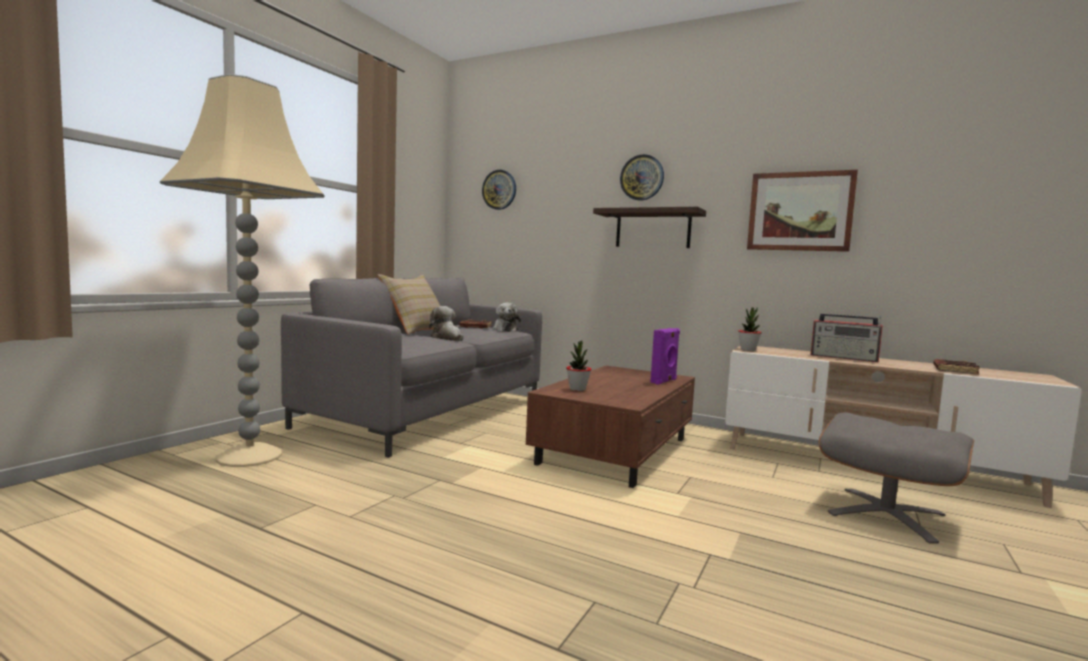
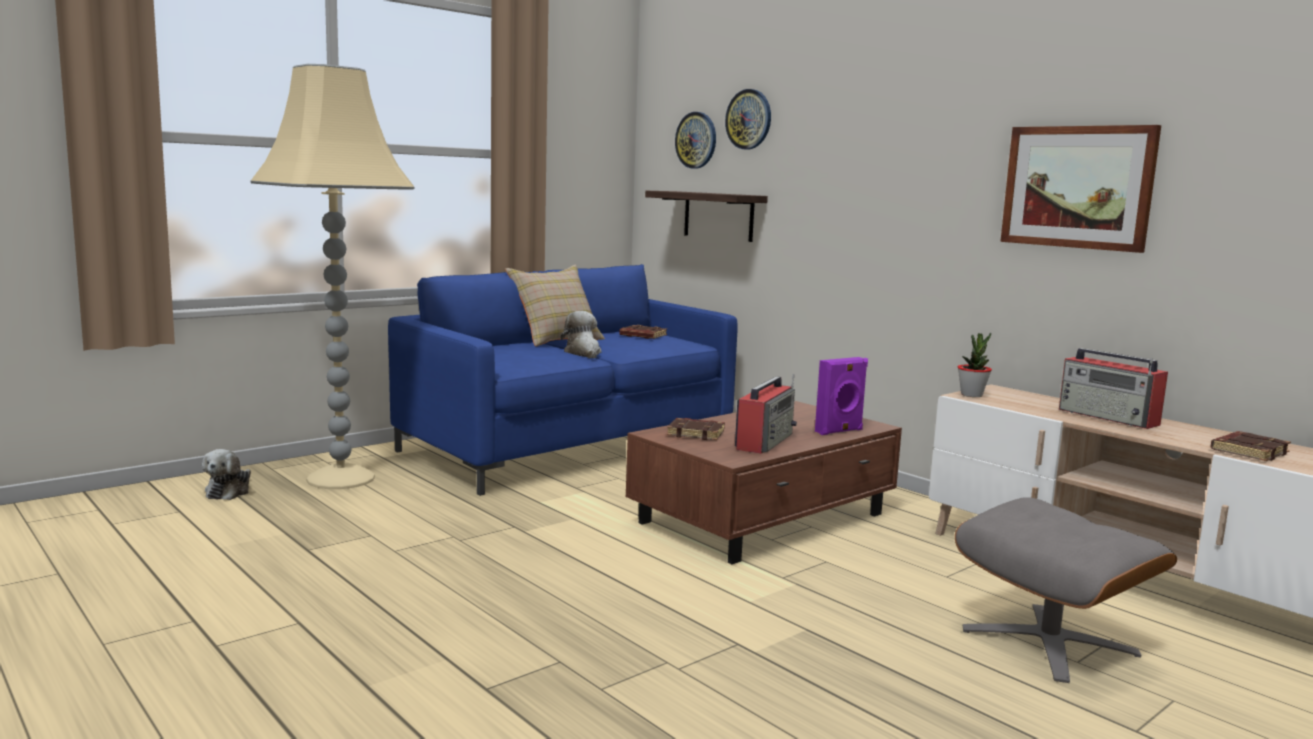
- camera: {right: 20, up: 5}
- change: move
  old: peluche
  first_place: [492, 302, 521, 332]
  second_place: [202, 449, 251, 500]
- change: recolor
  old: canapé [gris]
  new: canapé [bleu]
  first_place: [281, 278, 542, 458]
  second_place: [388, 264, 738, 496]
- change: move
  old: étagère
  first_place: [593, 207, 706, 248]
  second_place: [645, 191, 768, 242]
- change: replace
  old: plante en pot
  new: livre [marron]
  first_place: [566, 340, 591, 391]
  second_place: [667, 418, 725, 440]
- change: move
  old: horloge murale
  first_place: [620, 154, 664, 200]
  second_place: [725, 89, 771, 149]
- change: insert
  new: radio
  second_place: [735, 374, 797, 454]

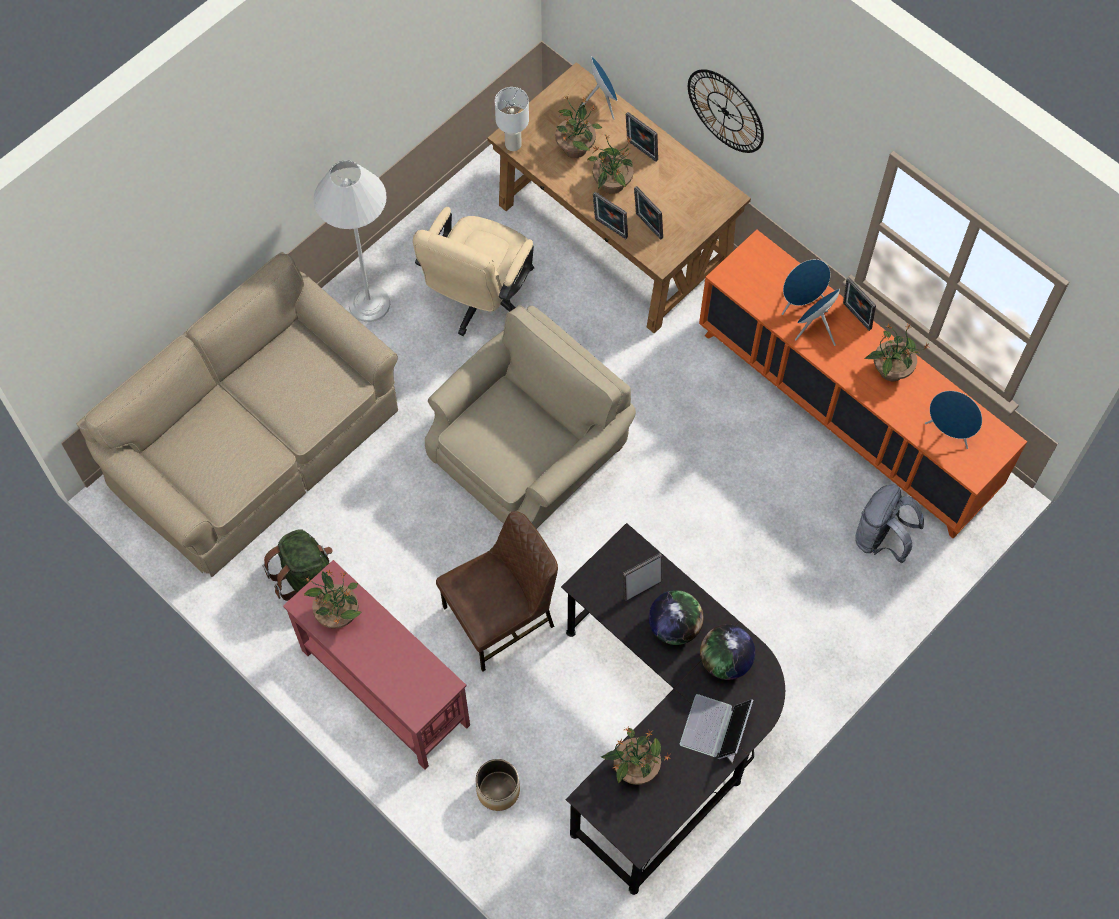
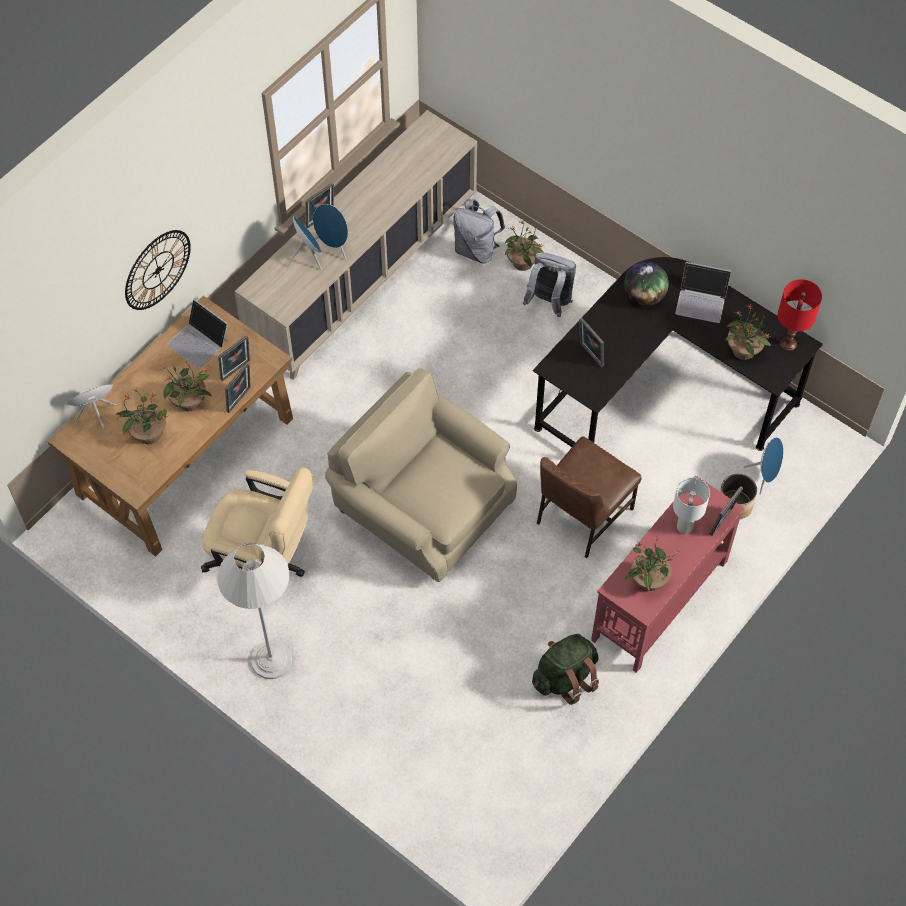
- camera: {right: -95, up: -5}
- change: insert
  new: ordinateur portable
  second_place: [167, 299, 230, 368]
- change: recolor
  old: meuble de rangement [orange]
  new: meuble de rangement [beige]
  first_place: [699, 229, 1027, 539]
  second_place: [235, 110, 477, 380]
- change: move
  old: plante en pot
  first_place: [864, 323, 929, 382]
  second_place: [505, 220, 544, 271]
- change: insert
  new: sac à dos [gris]
  second_place: [523, 252, 576, 317]
- change: rotate
  old: chaise [marron]
  first_place: [436, 511, 558, 672]
  second_place: [537, 436, 642, 558]
  degrees: -105
- change: move
  old: lampe de table [blanc]
  first_place: [495, 87, 529, 151]
  second_place: [673, 477, 710, 534]
- change: move
  old: cadre photo
  first_place: [626, 112, 658, 162]
  second_place: [710, 486, 743, 535]
- change: move
  old: enceinte [bleu]
  first_place: [925, 391, 982, 449]
  second_place: [744, 437, 783, 495]
- change: insert
  new: lampe de table [rouge]
  second_place: [778, 279, 822, 351]
- change: delete
  old: canapé [beige]
  first_place: [77, 252, 398, 577]
- change: delete
  old: globe
  first_place: [649, 590, 704, 645]

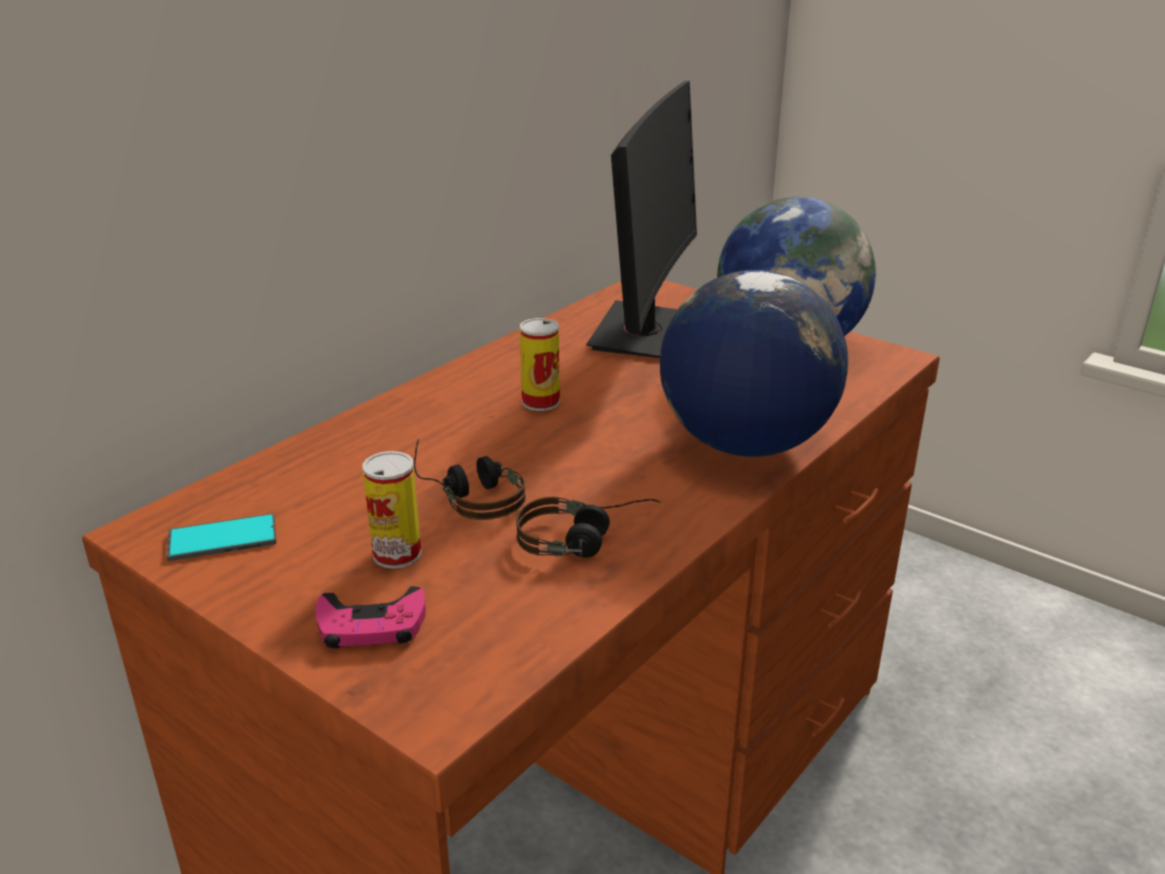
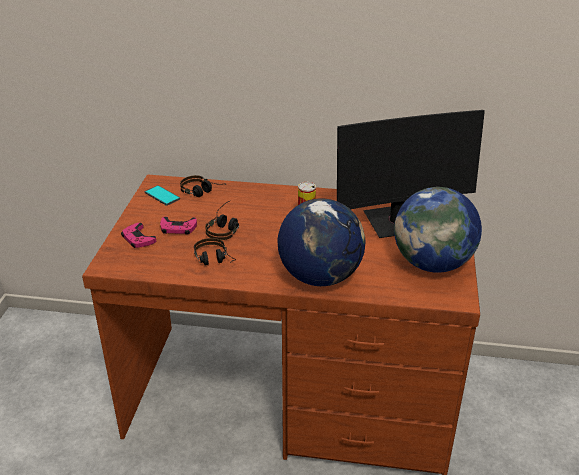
- camera: {right: 60, up: 5}
- change: replace
  old: boîte métallique
  new: manette [rose]
  first_place: [363, 451, 422, 569]
  second_place: [160, 217, 197, 234]
- change: insert
  new: casque audio
  second_place: [180, 175, 226, 197]

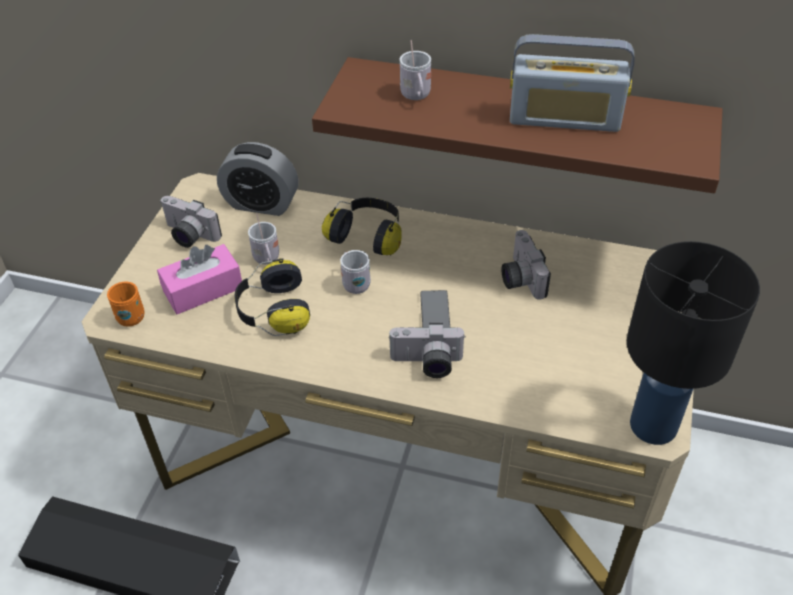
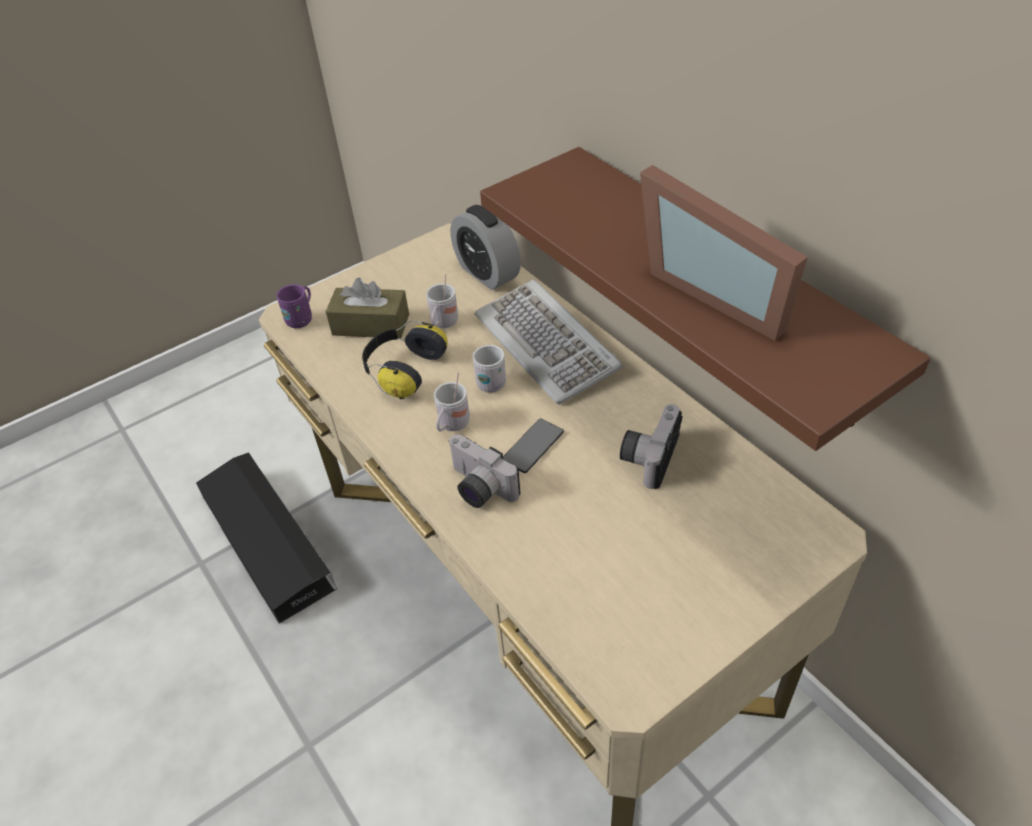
- camera: {right: 40, up: 0}
- change: recolor
  old: mug [orange]
  new: mug [violet]
  first_place: [107, 282, 144, 327]
  second_place: [276, 284, 312, 328]
- change: recolor
  old: boîte à mouchoirs [rose]
  new: boîte à mouchoirs [marron]
  first_place: [157, 244, 242, 314]
  second_place: [326, 278, 409, 338]
- change: move
  old: mug [blanc]
  first_place: [400, 40, 431, 100]
  second_place: [434, 373, 470, 431]
- change: replace
  old: casque audio
  new: clavier
  first_place: [322, 198, 402, 256]
  second_place: [475, 279, 623, 404]
- change: replace
  old: radio
  new: cadre photo
  first_place: [510, 34, 634, 132]
  second_place: [640, 165, 808, 341]
- change: delete
  old: appareil photo
  first_place: [161, 196, 222, 248]
- change: delete
  old: lampe de table [noir]
  first_place: [627, 241, 760, 445]

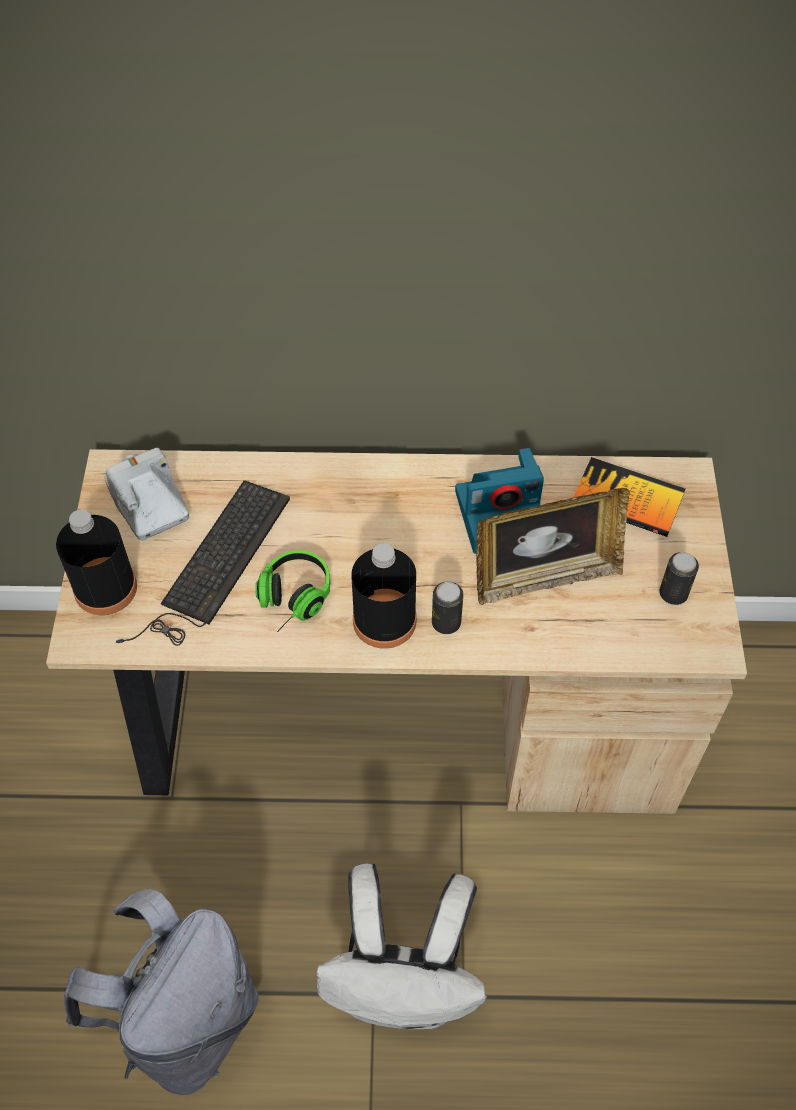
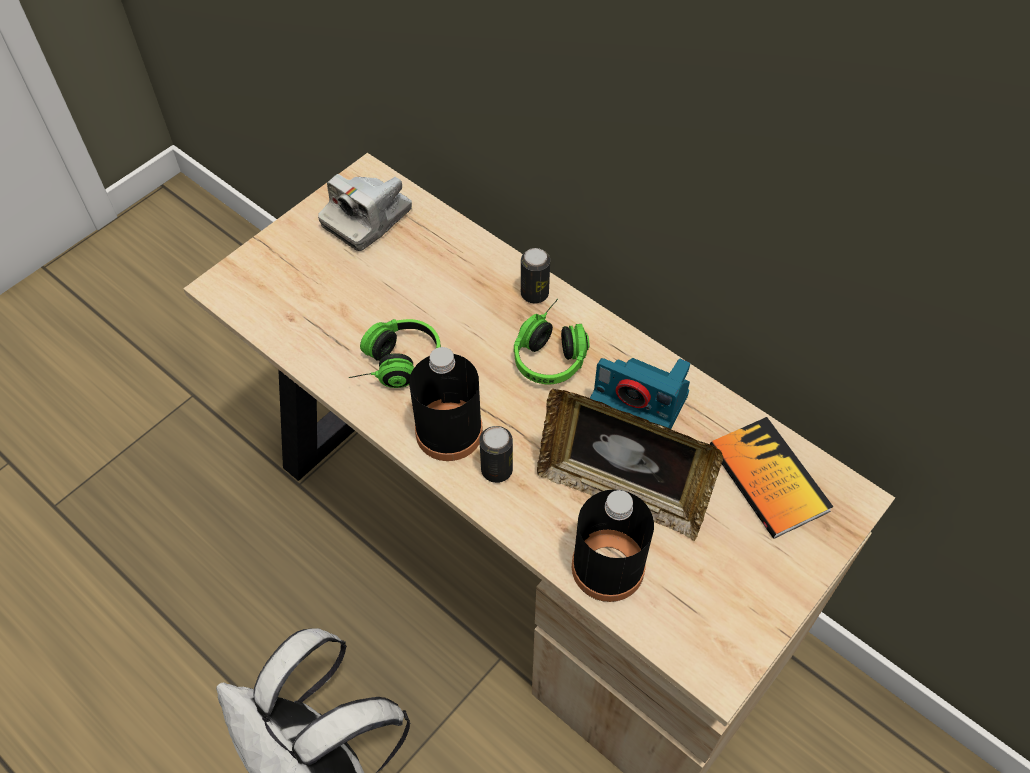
- camera: {right: 40, up: 0}
- change: rotate
  old: appareil photo
  first_place: [104, 448, 189, 540]
  second_place: [318, 174, 412, 251]
  degrees: -150
- change: insert
  new: casque audio
  second_place: [514, 299, 589, 384]
- change: move
  old: boîte métallique
  first_place: [659, 552, 699, 605]
  second_place: [521, 248, 550, 303]
- change: move
  old: bouteille [noir]
  first_place: [56, 509, 137, 615]
  second_place: [572, 489, 654, 602]
- change: delete
  old: sac à dos [gris]
  first_place: [64, 889, 259, 1095]
- change: delete
  old: clavier
  first_place: [116, 480, 290, 646]

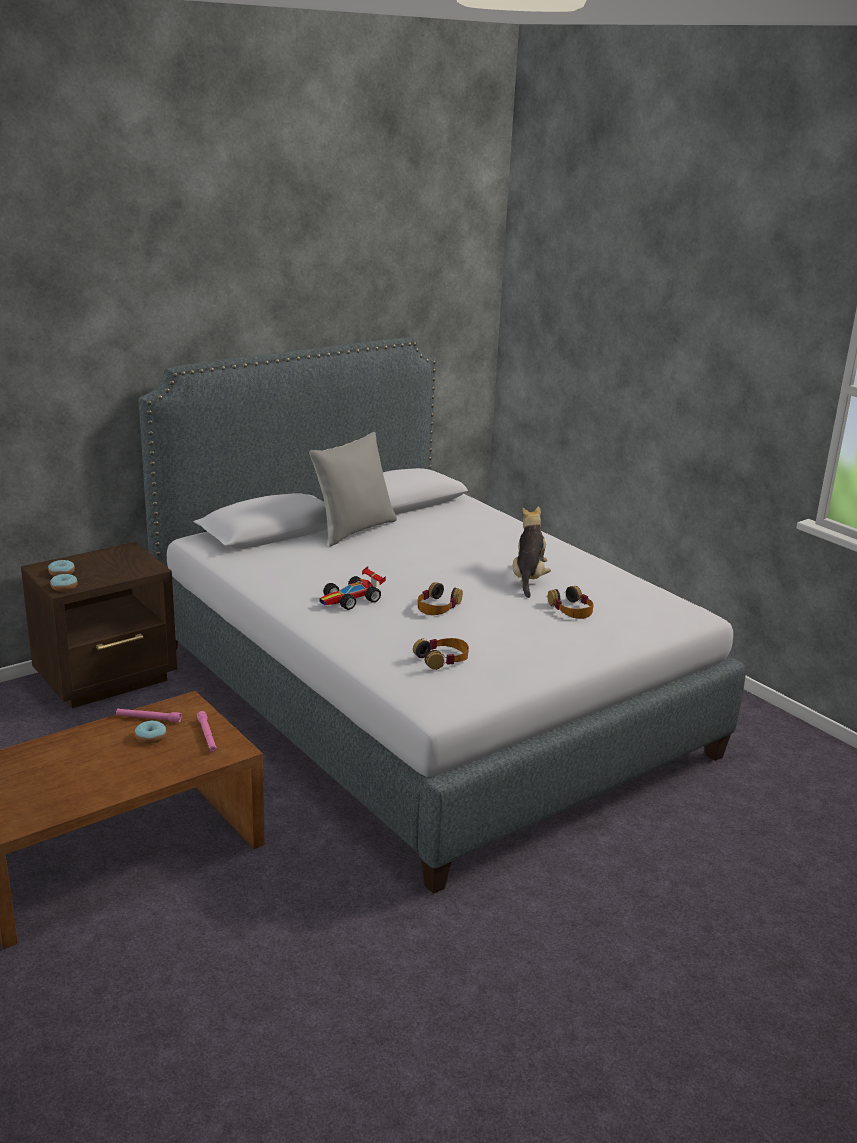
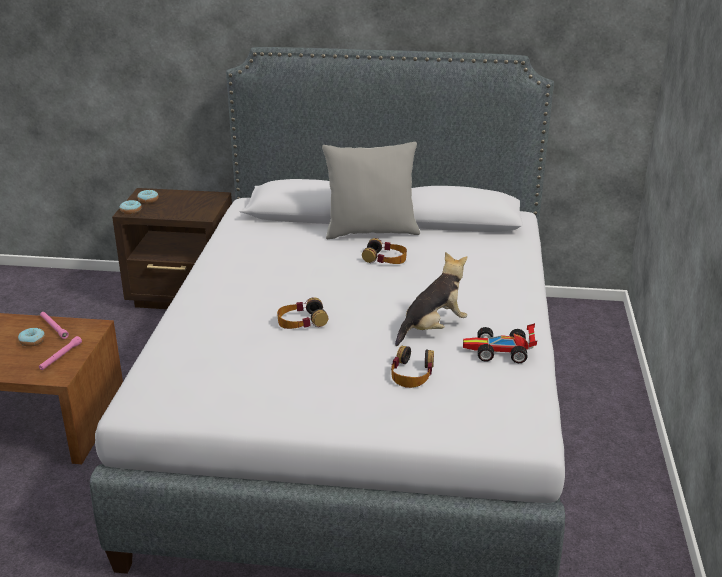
- camera: {right: 45, up: 5}
- change: move
  old: casque audio
  first_place: [413, 638, 469, 670]
  second_place: [362, 238, 407, 264]
- change: move
  old: petite voiture
  first_place: [320, 566, 386, 610]
  second_place: [463, 323, 537, 363]

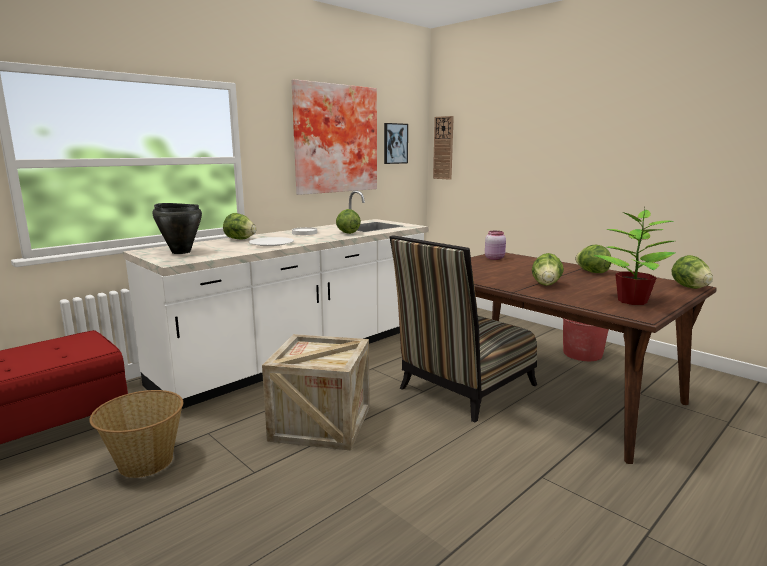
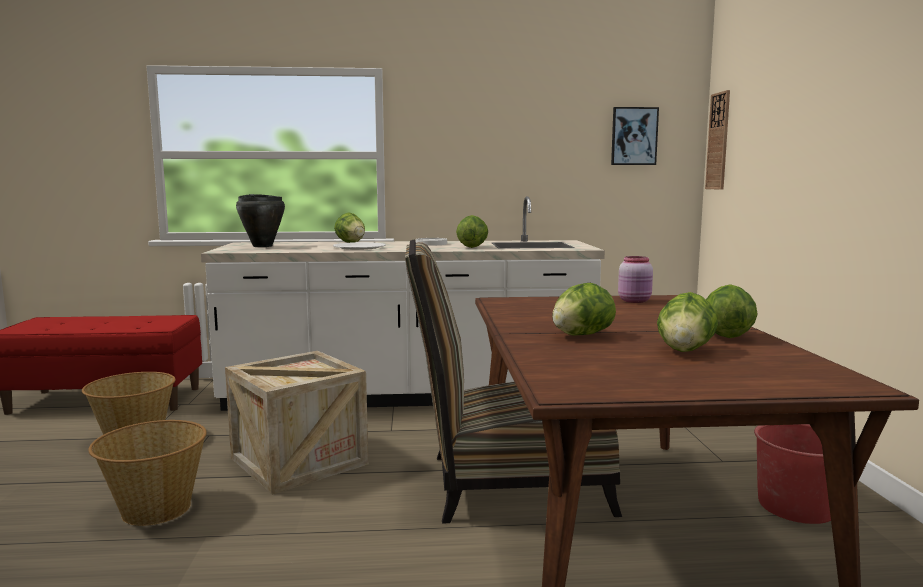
- camera: {right: 40, up: -5}
- change: insert
  new: panier
  second_place: [88, 420, 207, 526]
- change: move
  old: laitue
  first_place: [672, 255, 713, 289]
  second_place: [657, 292, 718, 352]
- change: delete
  old: tableau
  first_place: [292, 79, 377, 195]
- change: delete
  old: plante en pot
  first_place: [594, 207, 675, 305]

